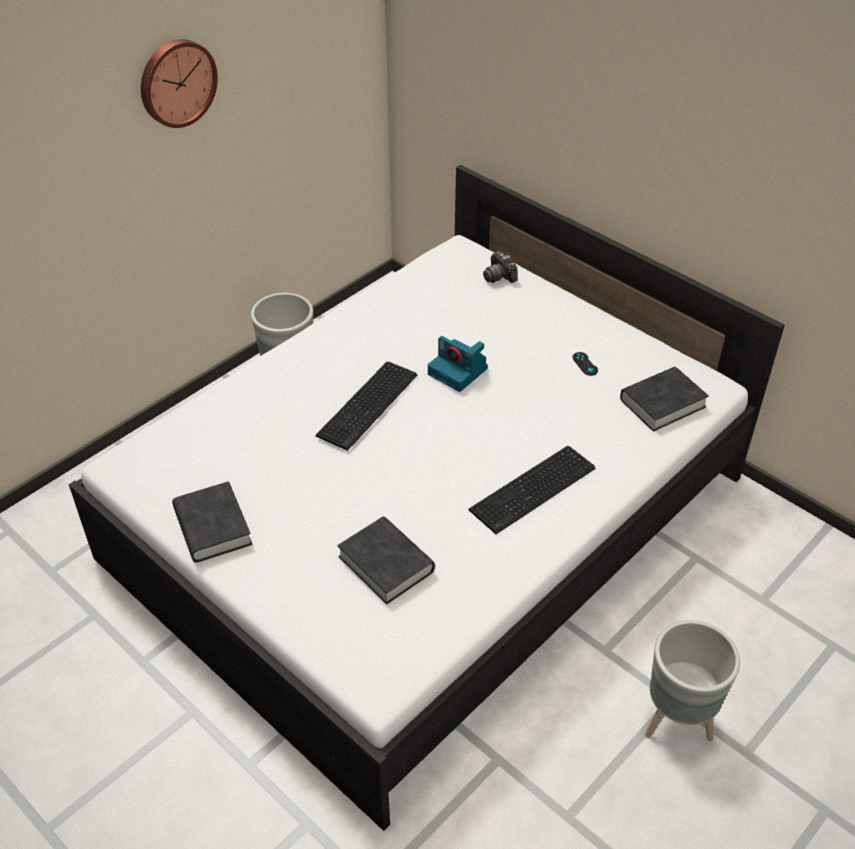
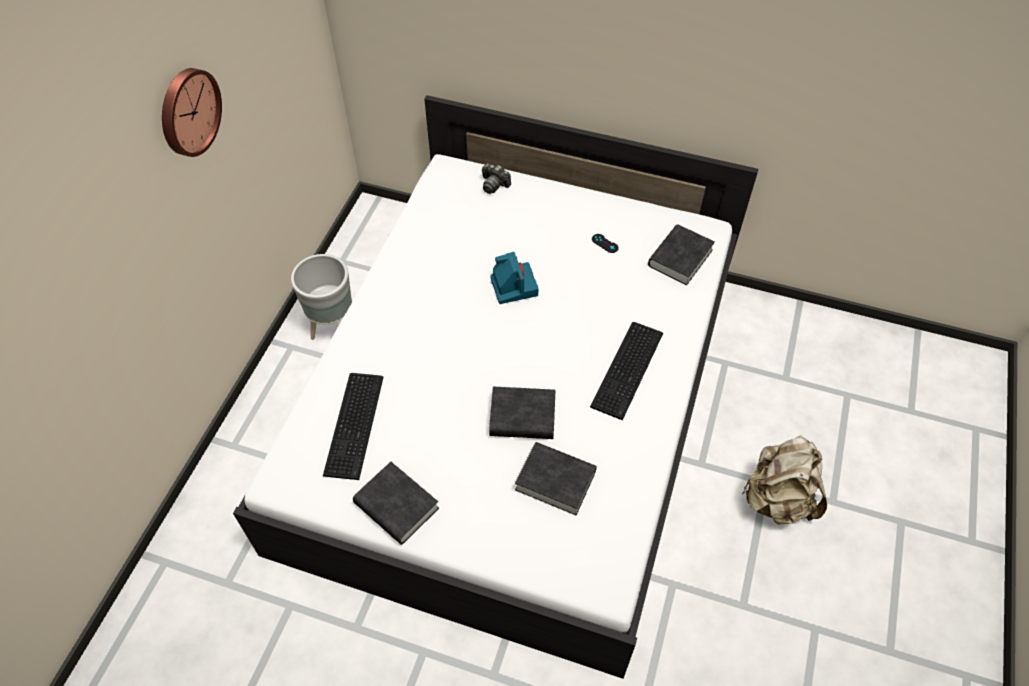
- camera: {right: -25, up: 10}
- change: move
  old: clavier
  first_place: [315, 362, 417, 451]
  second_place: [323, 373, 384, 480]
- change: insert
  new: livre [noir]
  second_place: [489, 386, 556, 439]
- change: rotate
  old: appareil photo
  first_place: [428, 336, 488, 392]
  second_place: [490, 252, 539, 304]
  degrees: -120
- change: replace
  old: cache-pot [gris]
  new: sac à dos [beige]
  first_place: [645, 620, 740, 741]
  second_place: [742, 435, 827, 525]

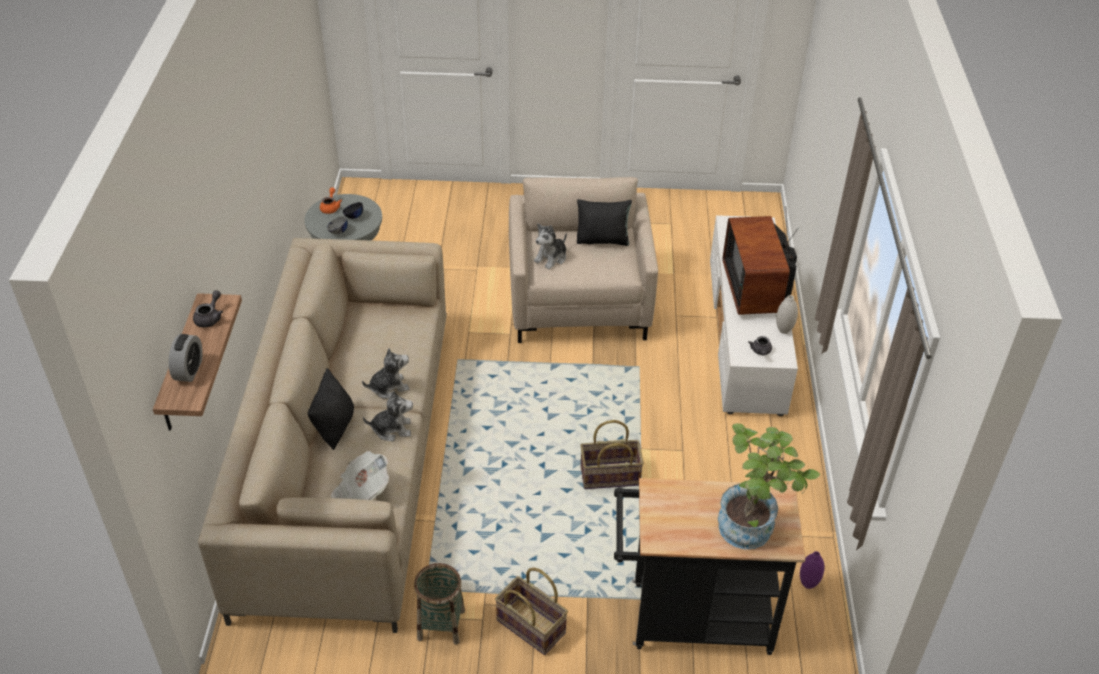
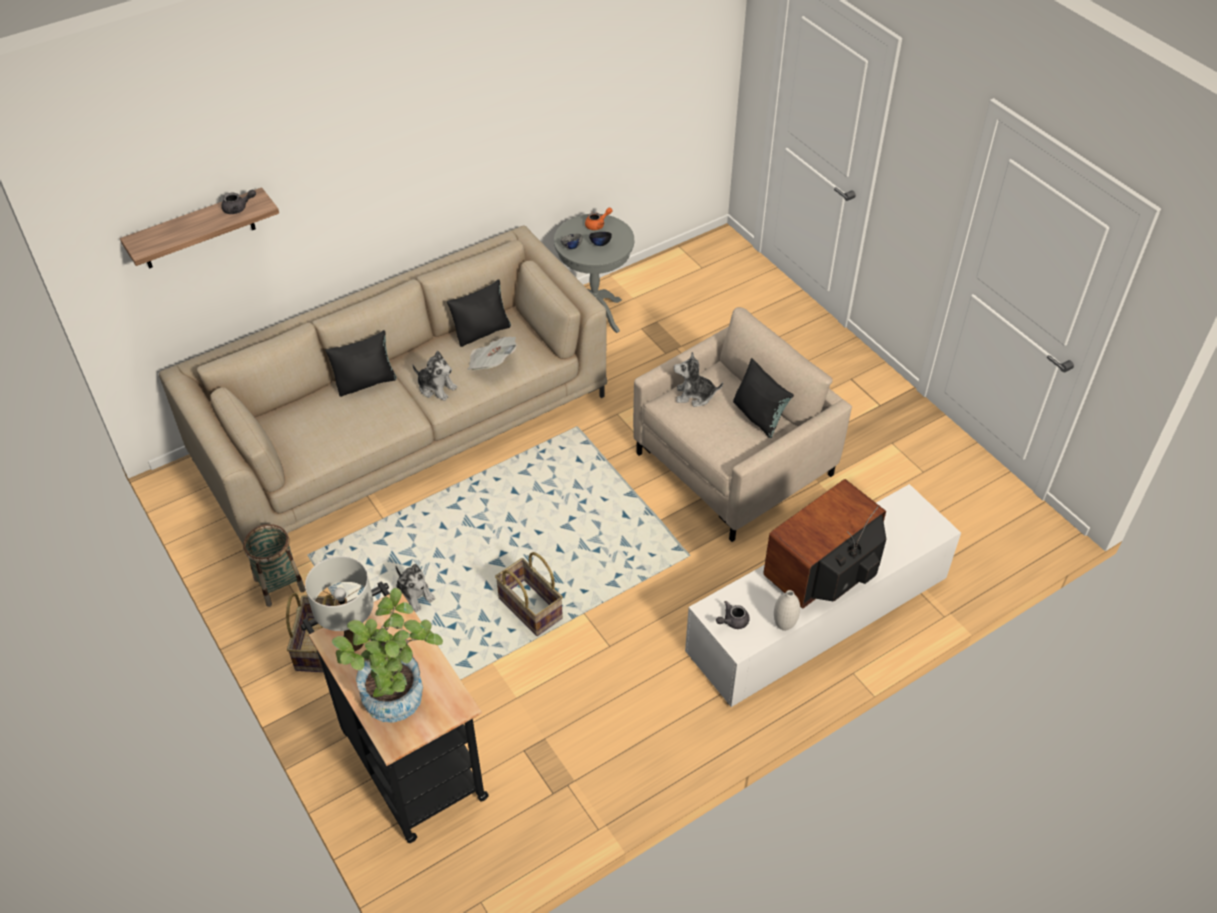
- camera: {right: 55, up: 5}
- change: insert
  new: lampe de table [blanc]
  second_place: [305, 556, 374, 652]
- change: move
  old: peluche
  first_place: [363, 390, 413, 441]
  second_place: [395, 564, 435, 612]
- change: insert
  new: coussin [noir]
  second_place: [447, 279, 511, 347]
- change: move
  old: journal
  first_place: [331, 451, 389, 500]
  second_place: [468, 337, 517, 370]
- change: delete
  old: réveil
  first_place: [169, 334, 203, 382]
- change: delete
  old: vase [violet]
  first_place: [800, 551, 825, 589]

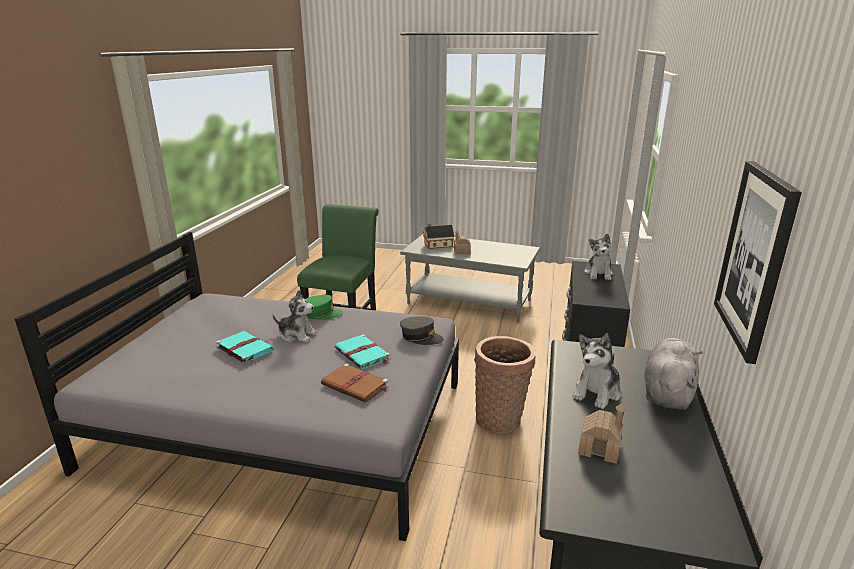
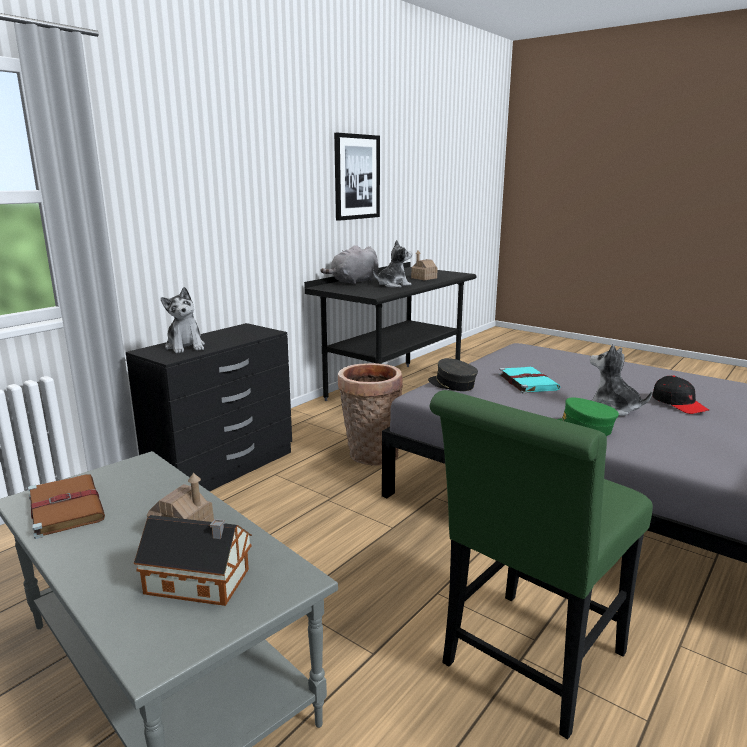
- camera: {right: -155, up: -5}
- change: move
  old: livre [marron]
  first_place: [321, 363, 389, 402]
  second_place: [28, 474, 105, 539]
- change: rotate
  old: peluche
  first_place: [584, 233, 613, 280]
  second_place: [161, 287, 205, 353]
  degrees: 120
- change: replace
  old: livre [turquoise]
  new: casquette [noir]
  first_place: [216, 331, 274, 364]
  second_place: [652, 375, 709, 414]

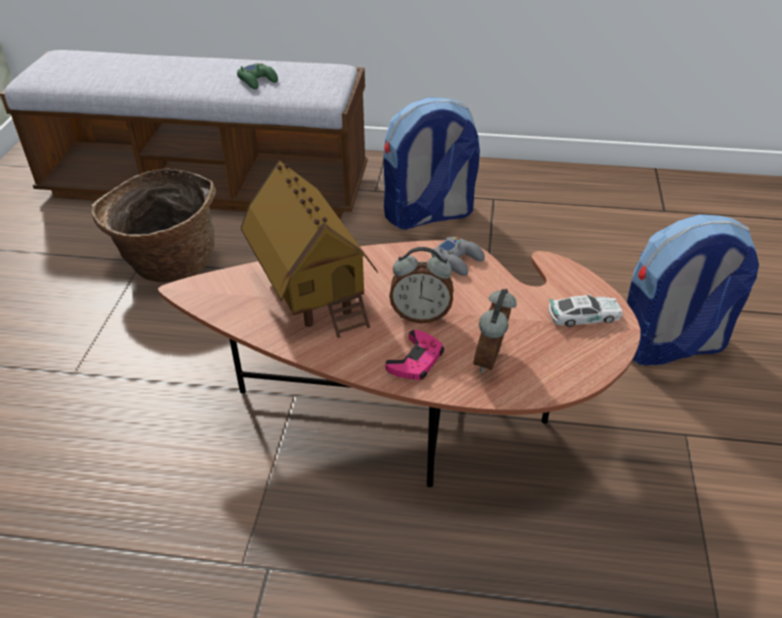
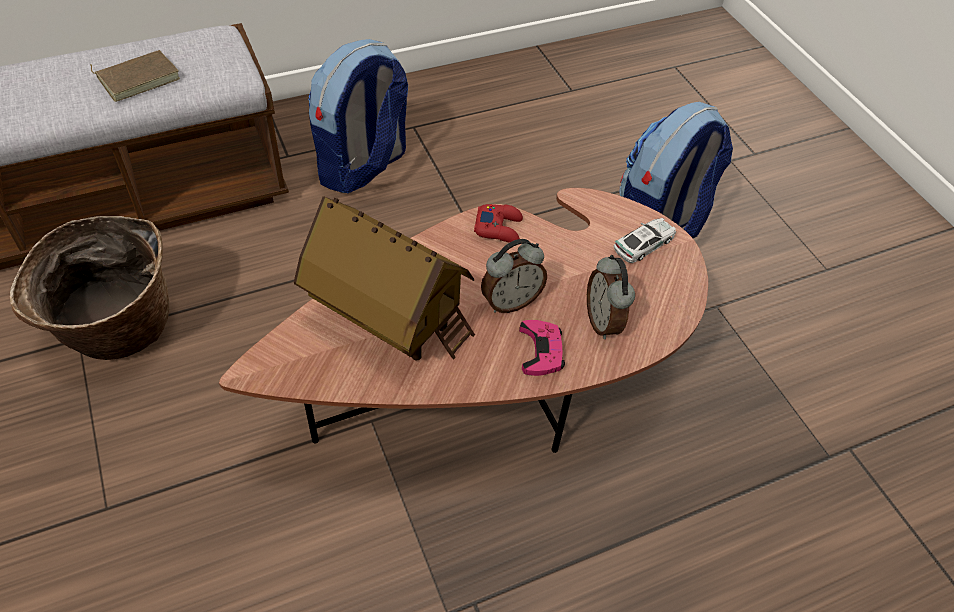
- camera: {right: -35, up: 10}
- change: replace
  old: manette [vert]
  new: livre [marron]
  first_place: [237, 63, 278, 89]
  second_place: [90, 50, 180, 102]
- change: recolor
  old: manette [gris]
  new: manette [rouge]
  first_place: [431, 237, 485, 276]
  second_place: [474, 204, 523, 243]

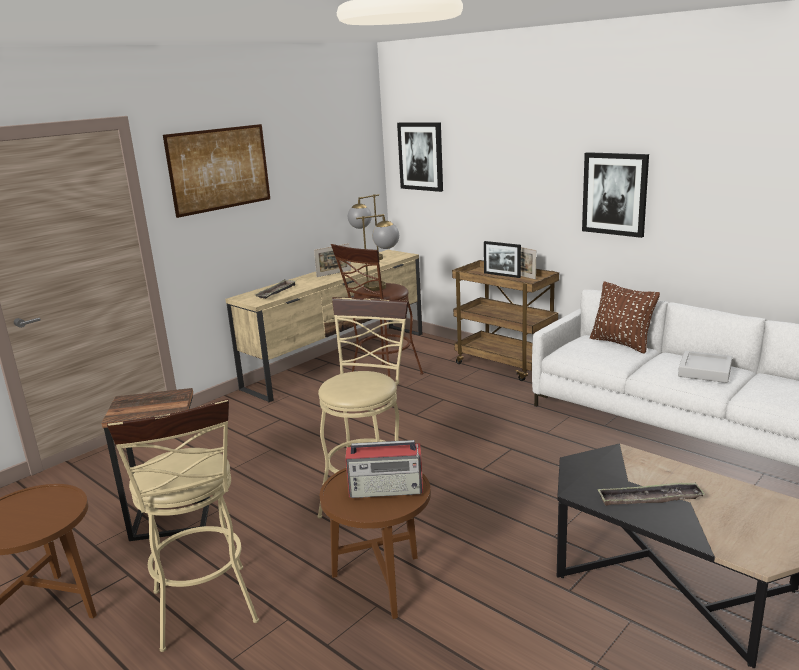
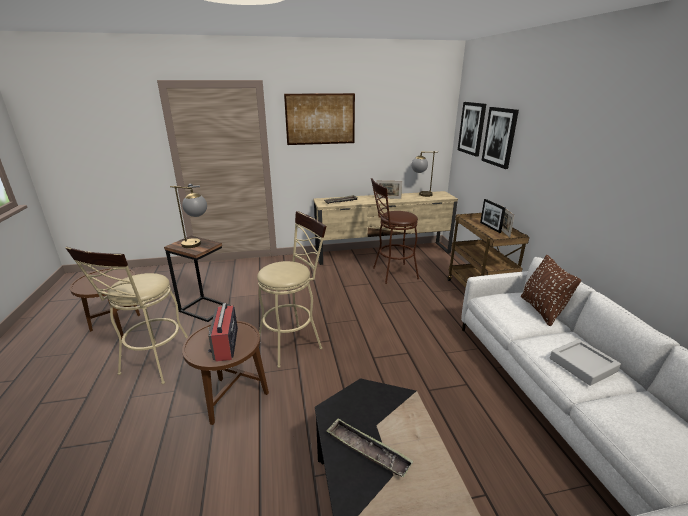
- camera: {right: 35, up: 5}
- change: move
  old: lampe de table
  first_place: [356, 214, 399, 291]
  second_place: [170, 186, 207, 248]
- change: rotate
  old: radio
  first_place: [345, 440, 423, 498]
  second_place: [208, 303, 238, 362]
  degrees: 45
- change: move
  old: tableau
  first_place: [582, 152, 649, 238]
  second_place: [482, 107, 519, 169]

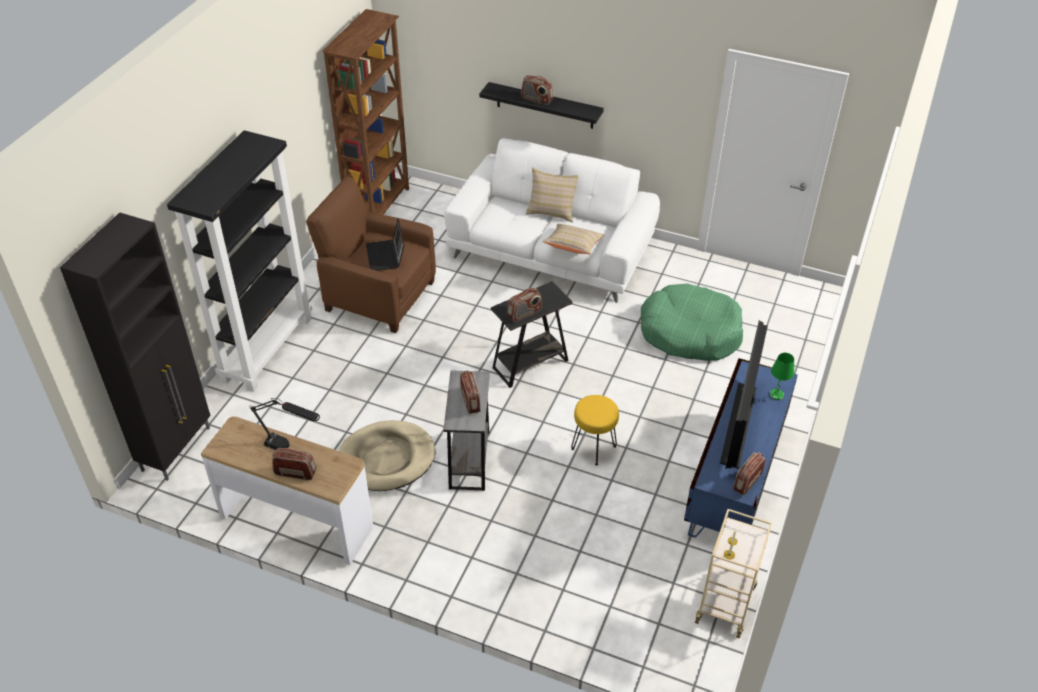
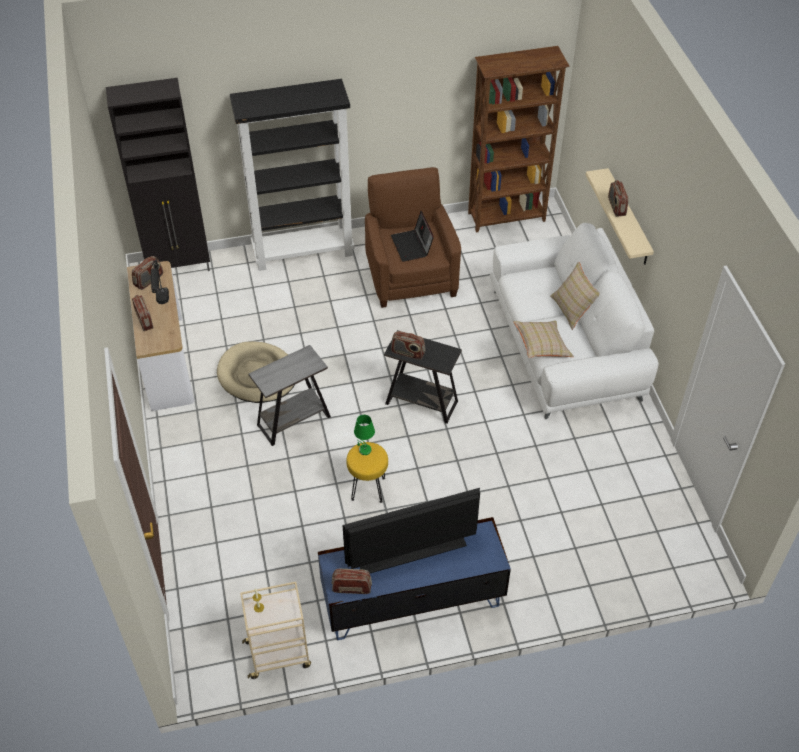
- camera: {right: 55, up: 5}
- change: move
  old: radio
  first_place: [460, 370, 480, 414]
  second_place: [132, 256, 163, 290]
- change: move
  old: lampe de table [vert]
  first_place: [770, 353, 794, 400]
  second_place: [354, 415, 375, 455]
- change: rotate
  old: ordinateur portable
  first_place: [366, 219, 404, 271]
  second_place: [391, 211, 434, 262]
  degrees: -60
- change: recolor
  old: étagère [noir]
  new: étagère [beige]
  first_place: [479, 82, 604, 129]
  second_place: [586, 168, 654, 265]
- change: delete
  old: panier pour chien [vert]
  first_place: [641, 284, 743, 361]

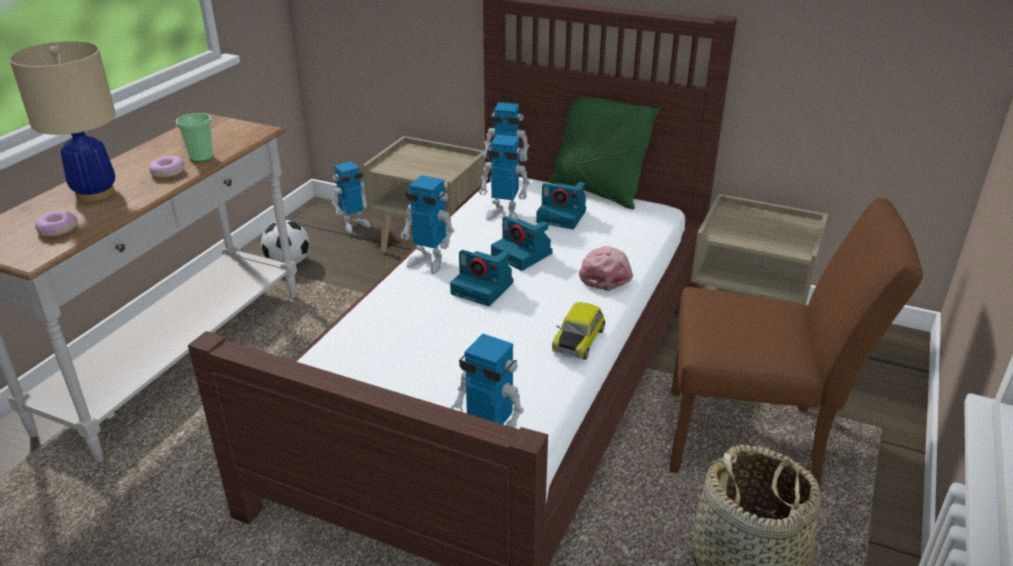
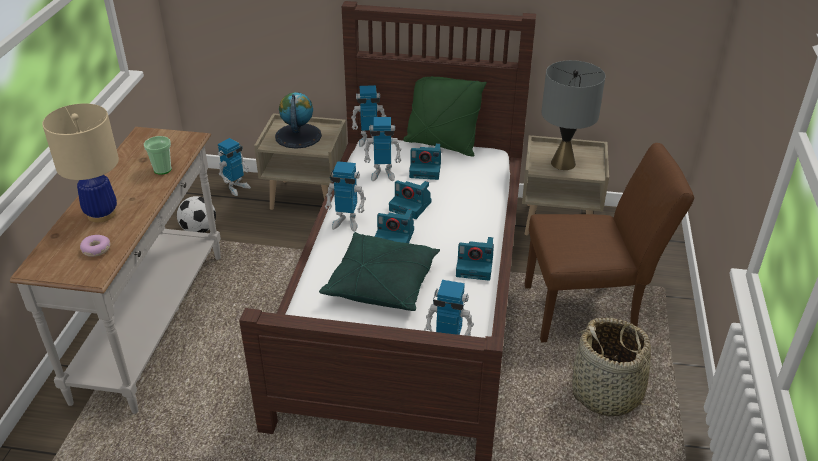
- camera: {right: -15, up: 5}
- change: insert
  new: globe
  second_place: [275, 92, 322, 149]
- change: insert
  new: coussin [vert]
  second_place: [319, 232, 440, 311]
- change: replace
  old: petite voiture
  new: appareil photo
  first_place: [552, 302, 606, 360]
  second_place: [456, 237, 494, 281]
- change: insert
  new: lampe de table [gris]
  second_place: [541, 60, 606, 170]
- change: delete
  old: beignet
  first_place: [149, 156, 185, 178]
- change: delete
  old: casquette [rose]
  first_place: [579, 246, 633, 291]

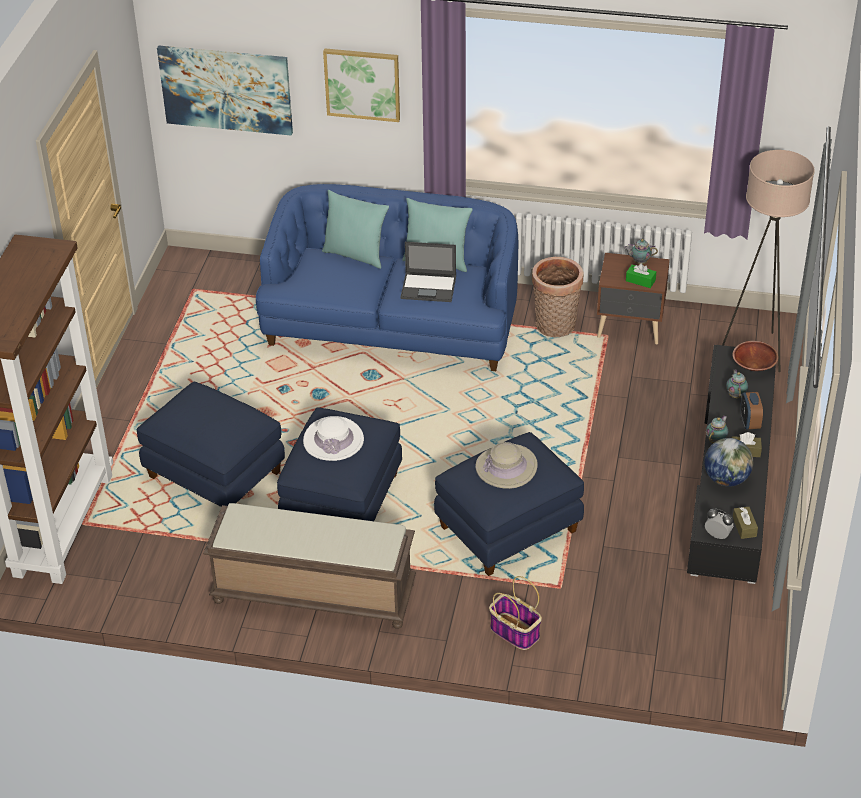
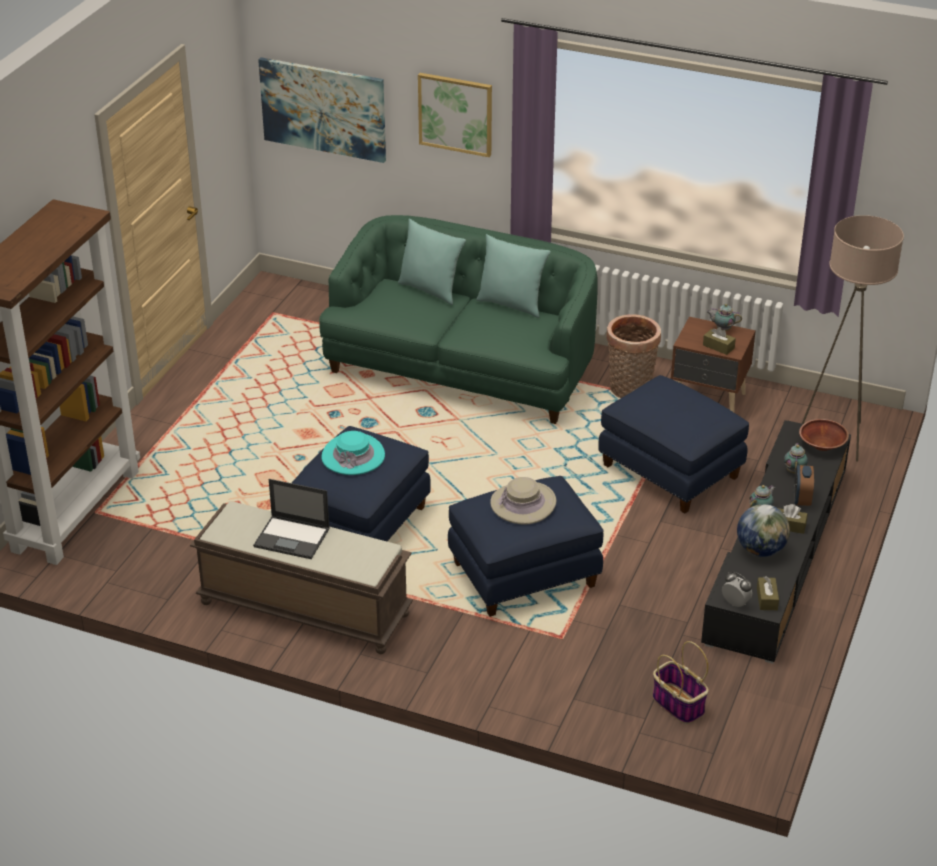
- camera: {right: 10, up: -5}
- change: move
  old: ordinateur portable
  first_place: [400, 242, 456, 302]
  second_place: [253, 479, 330, 559]
- change: recolor
  old: canapé [bleu]
  new: canapé [vert]
  first_place: [256, 184, 518, 371]
  second_place: [319, 215, 598, 424]
- change: recolor
  old: chapeau [blanc]
  new: chapeau [turquoise]
  first_place: [303, 416, 364, 461]
  second_place: [321, 431, 385, 475]
- change: move
  old: pouf [bleu]
  first_place: [137, 382, 285, 507]
  second_place: [598, 375, 749, 513]
- change: move
  old: panier
  first_place: [489, 576, 542, 650]
  second_place: [653, 641, 709, 724]
- change: recolor
  old: boîte à mouchoirs [vert]
  new: boîte à mouchoirs [marron]
  first_place: [626, 263, 656, 288]
  second_place: [703, 327, 736, 355]

